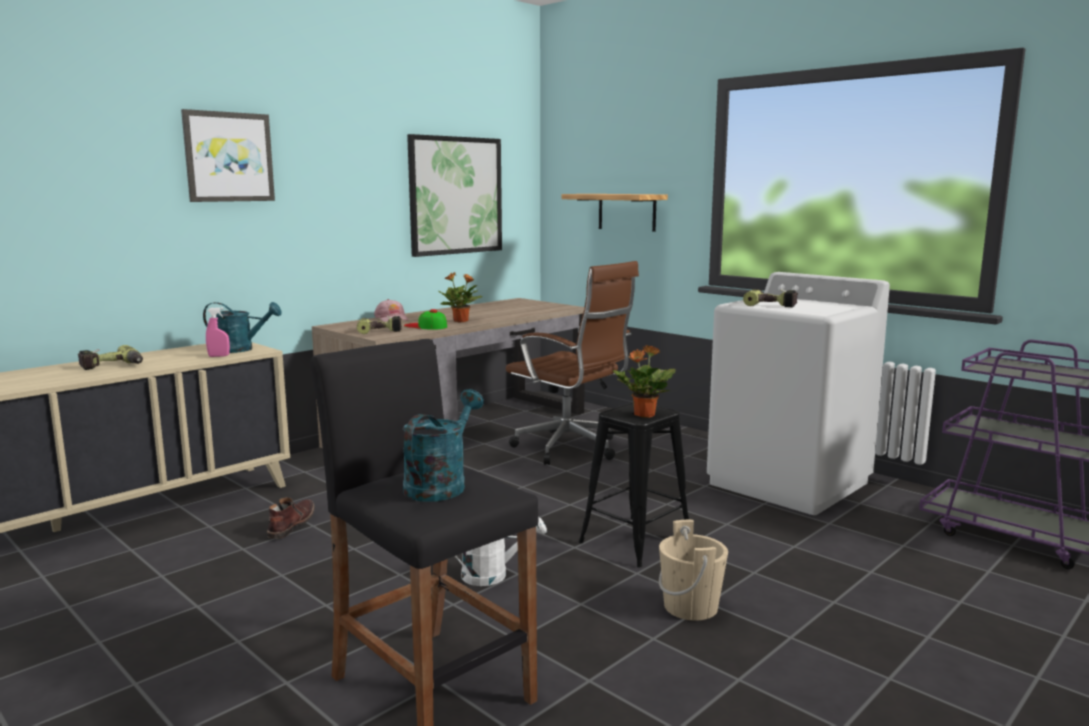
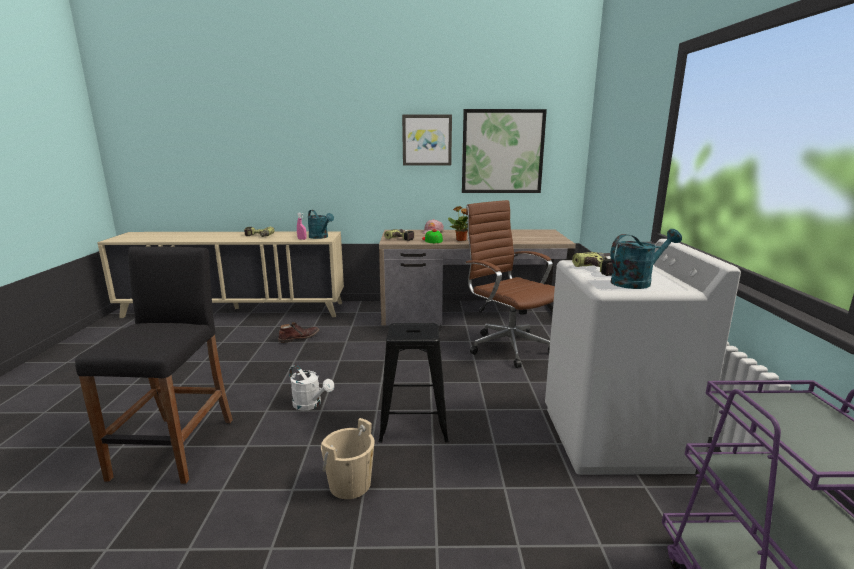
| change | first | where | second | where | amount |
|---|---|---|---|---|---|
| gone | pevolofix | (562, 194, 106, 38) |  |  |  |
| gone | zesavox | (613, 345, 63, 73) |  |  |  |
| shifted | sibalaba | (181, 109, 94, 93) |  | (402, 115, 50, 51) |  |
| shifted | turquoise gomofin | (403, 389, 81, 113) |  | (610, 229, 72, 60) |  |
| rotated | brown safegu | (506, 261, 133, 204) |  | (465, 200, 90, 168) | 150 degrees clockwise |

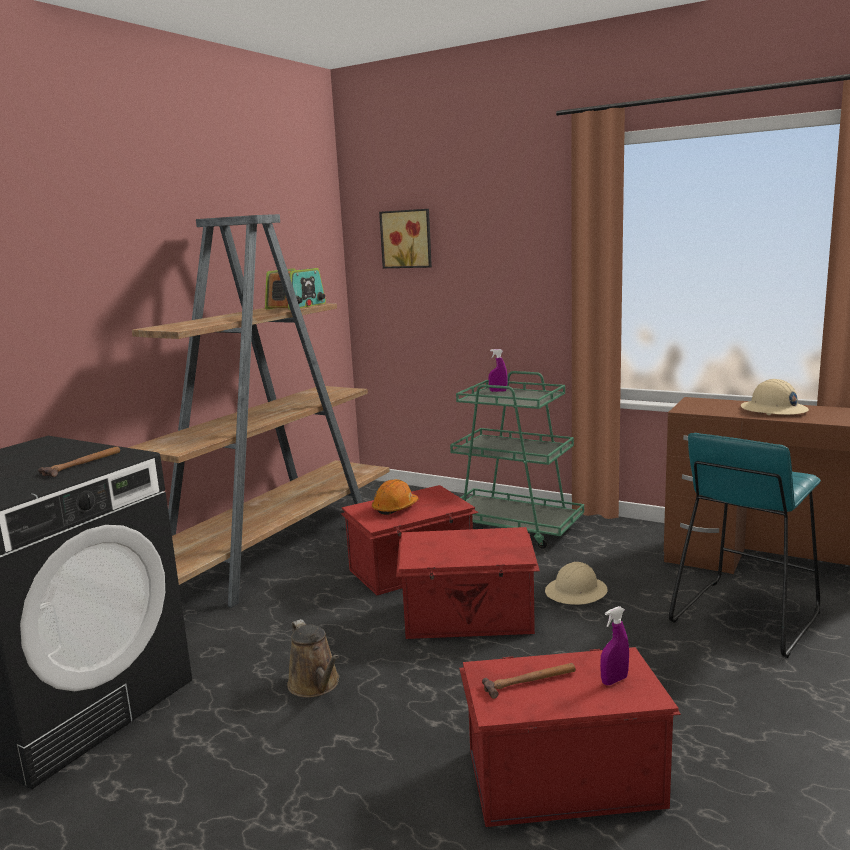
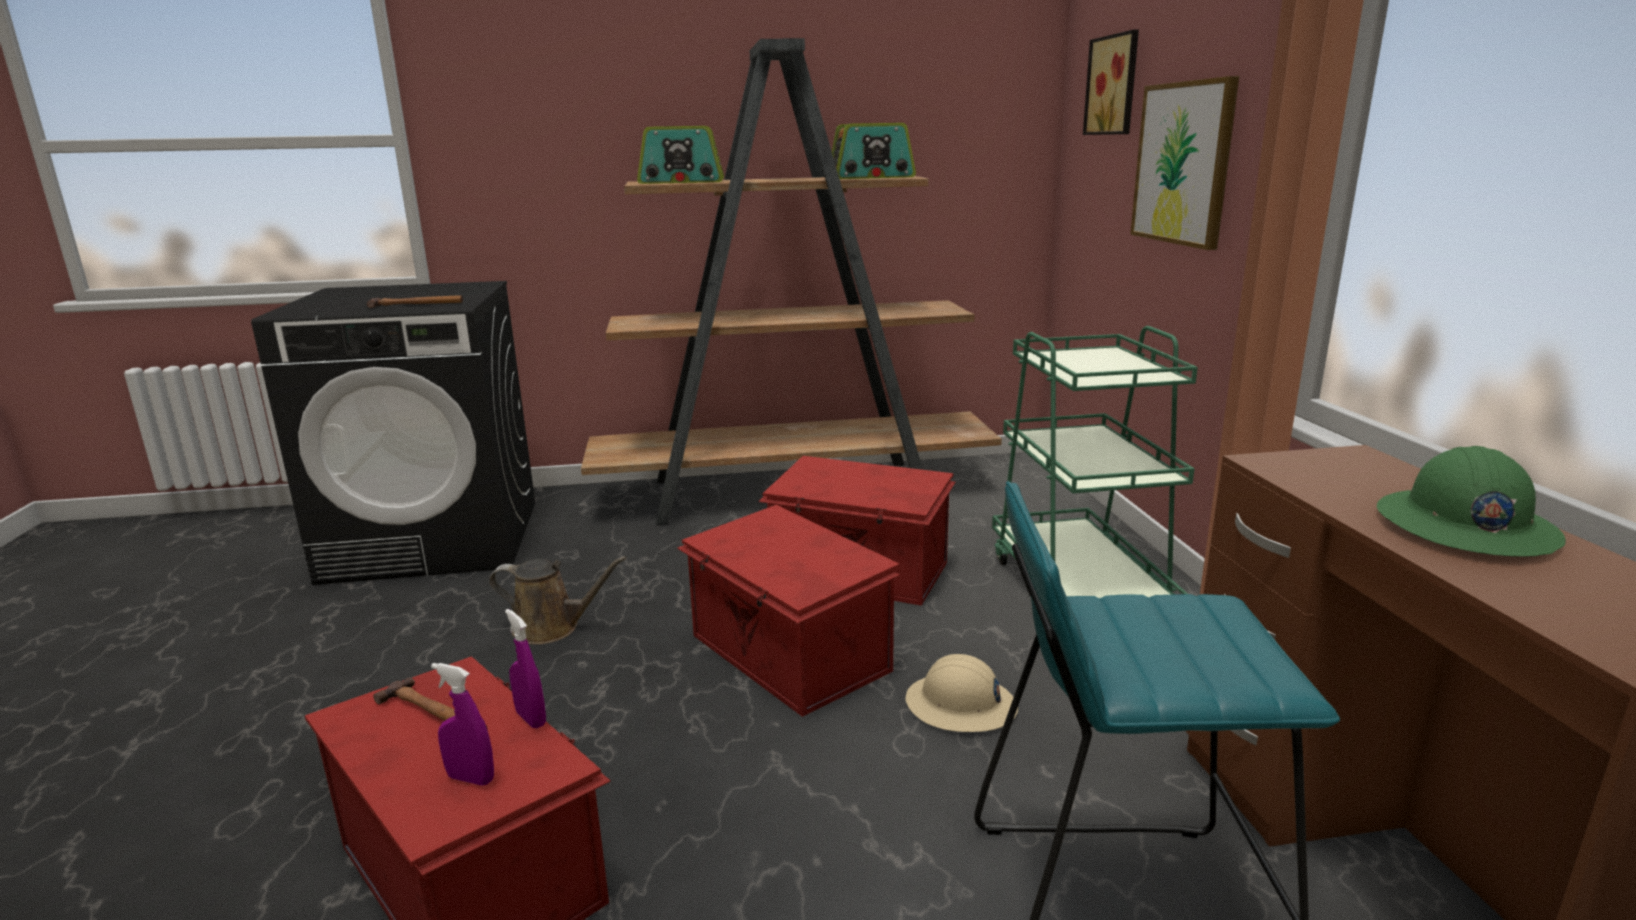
| change | first | where | second | where | amount |
|---|---|---|---|---|---|
| gone | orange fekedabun | (372, 479, 47, 36) |  |  |  |
| new |  |  | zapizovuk | (637, 126, 87, 58) |  |
| new |  |  | sibalaba | (1130, 76, 109, 174) |  |
| shifted | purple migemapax | (488, 349, 20, 43) |  | (505, 609, 41, 119) |  |
| repainted | beige fekedabun | (741, 379, 68, 36) | green fekedabun | (1377, 446, 189, 111) |  |
| rotated | brown gomofin | (287, 619, 52, 79) |  | (489, 556, 138, 89) | 105 degrees counterclockwise |

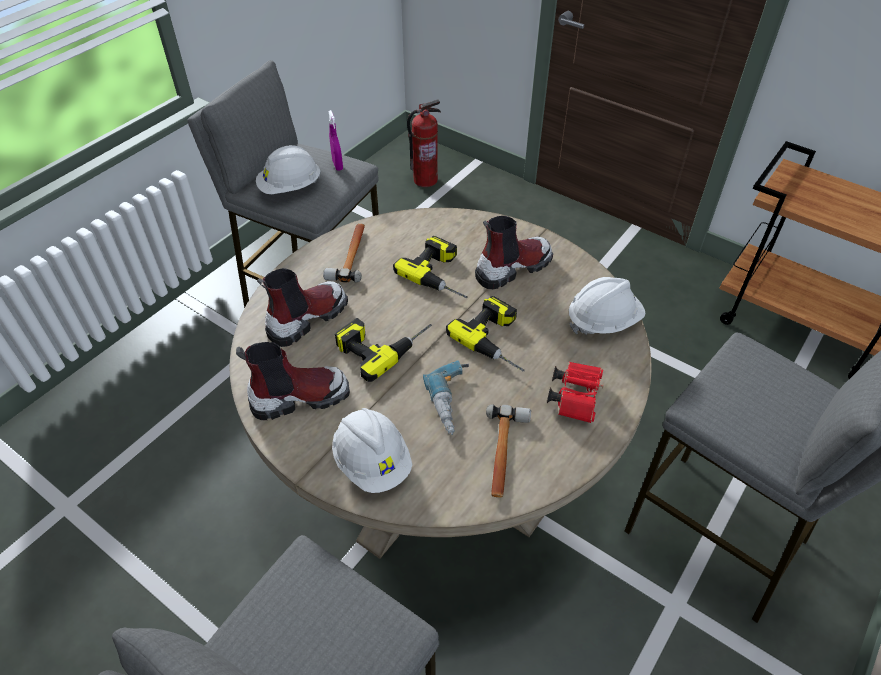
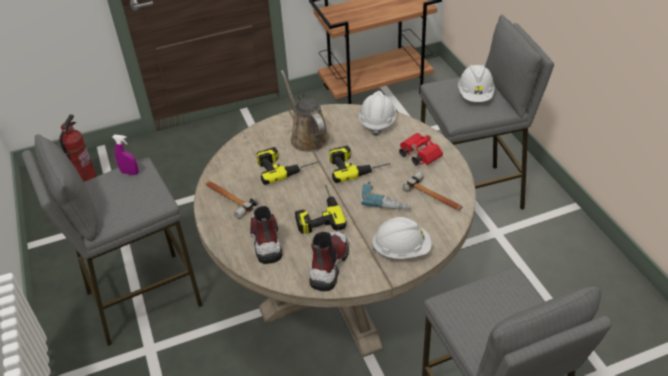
| change | first | where | second | where | amount |
|---|---|---|---|---|---|
| shifted | white fekedabun | (256, 145, 65, 49) |  | (458, 65, 37, 37) |  |
| swapped | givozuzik | (475, 216, 78, 73) | brown gomofin | (281, 70, 48, 82) |  |

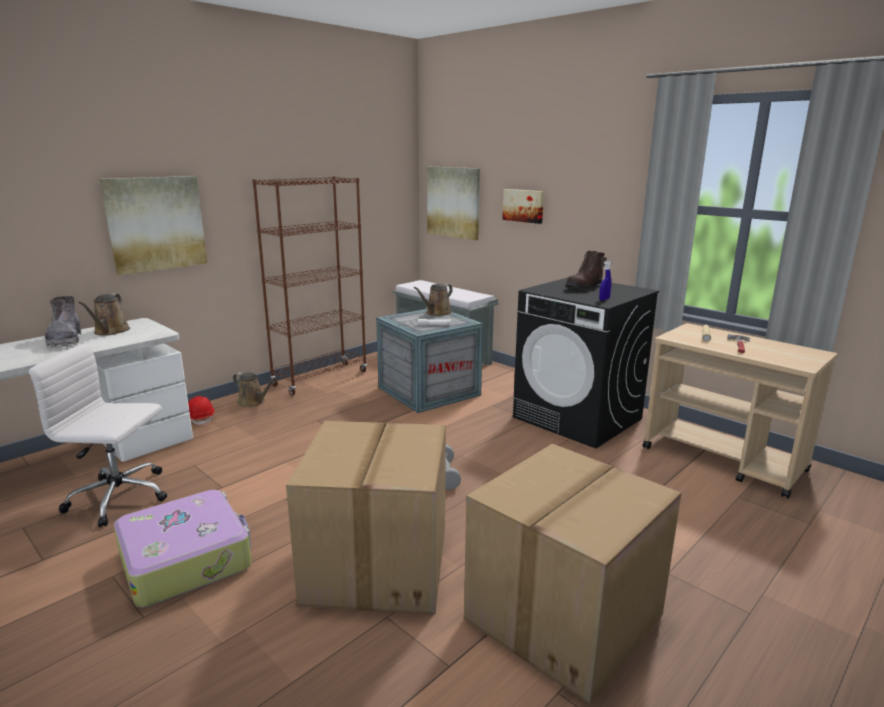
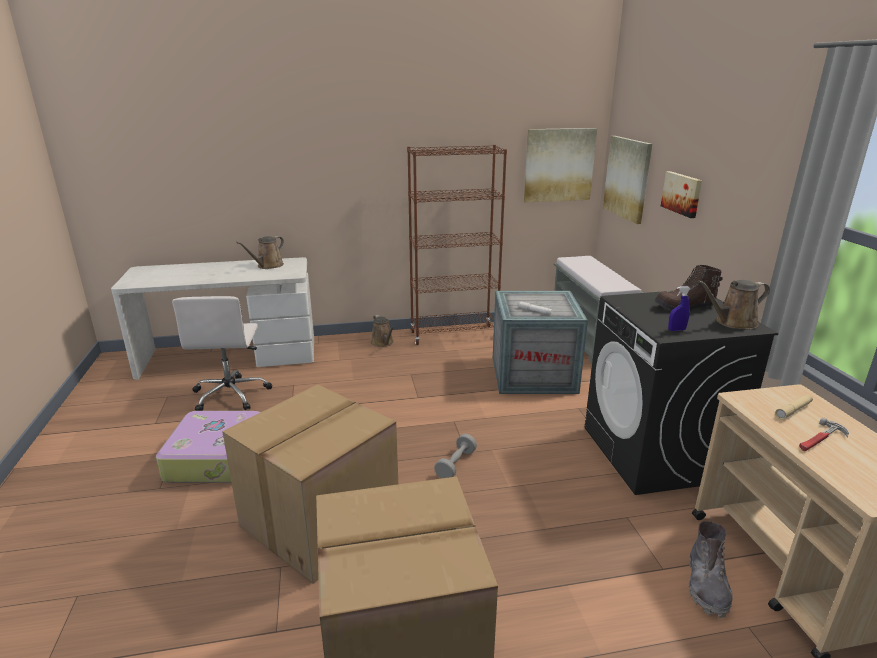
| change | first | where | second | where | amount |
|---|---|---|---|---|---|
| gone | red fekedabun | (188, 396, 27, 29) |  |  |  |
| shifted | grey givozuzik | (44, 296, 37, 51) |  | (689, 521, 44, 97) |  |
| shifted | sibalaba | (100, 176, 107, 99) |  | (524, 128, 73, 74) |  |
| shifted | brown gomofin | (413, 284, 40, 32) |  | (698, 280, 72, 49) |  |
| rotated | white safegu | (29, 343, 138, 184) |  | (172, 296, 100, 115) | 135 degrees counterclockwise |

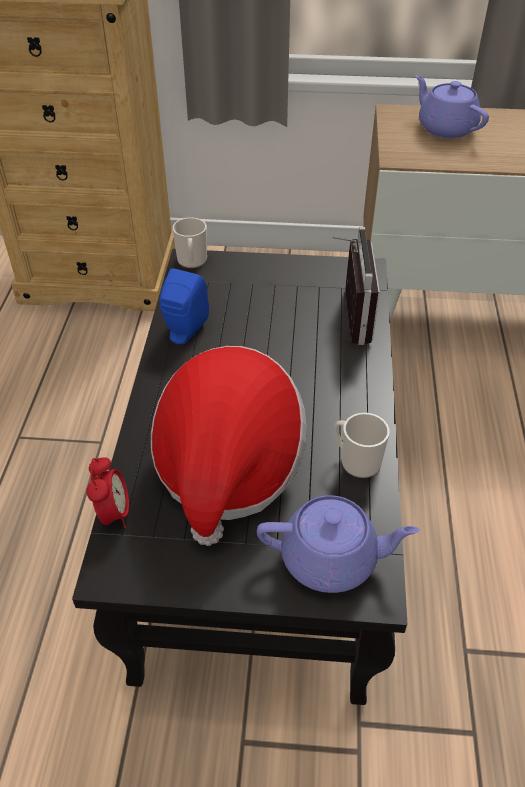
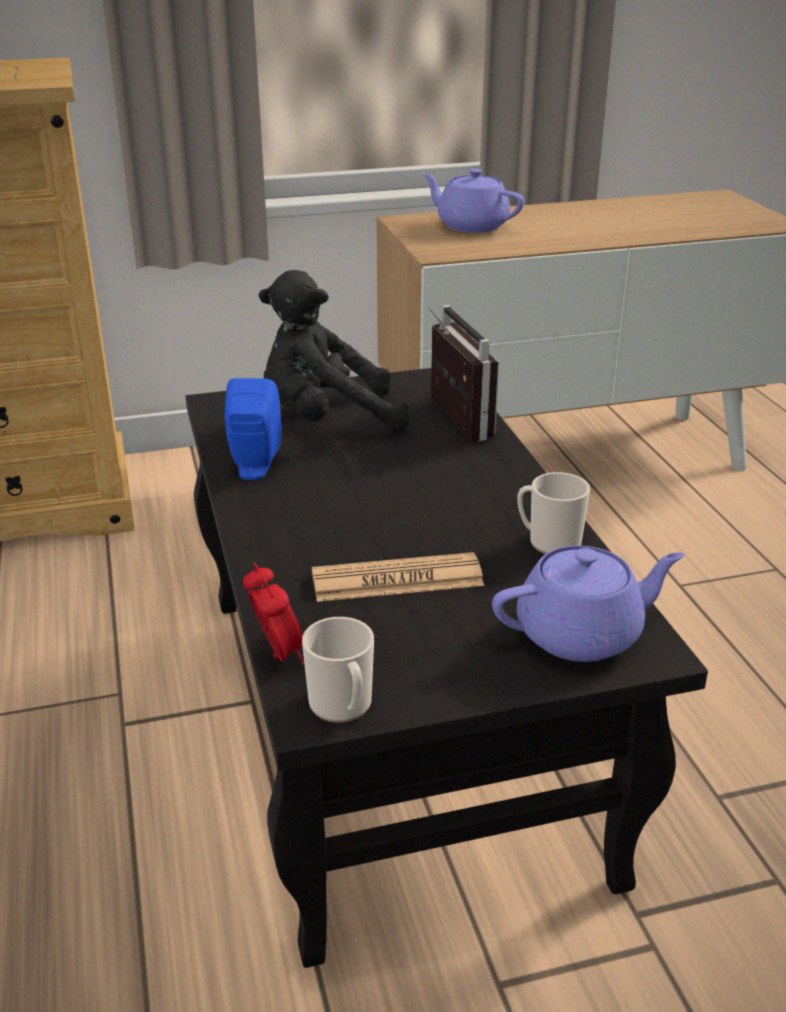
| change | first | where | second | where | amount |
|---|---|---|---|---|---|
| new |  |  | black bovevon | (259, 270, 150, 162) |  |
| shifted | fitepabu | (172, 217, 35, 51) |  | (302, 617, 72, 106) |  |
| swapped | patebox | (151, 346, 156, 200) | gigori | (312, 552, 172, 50) |  |

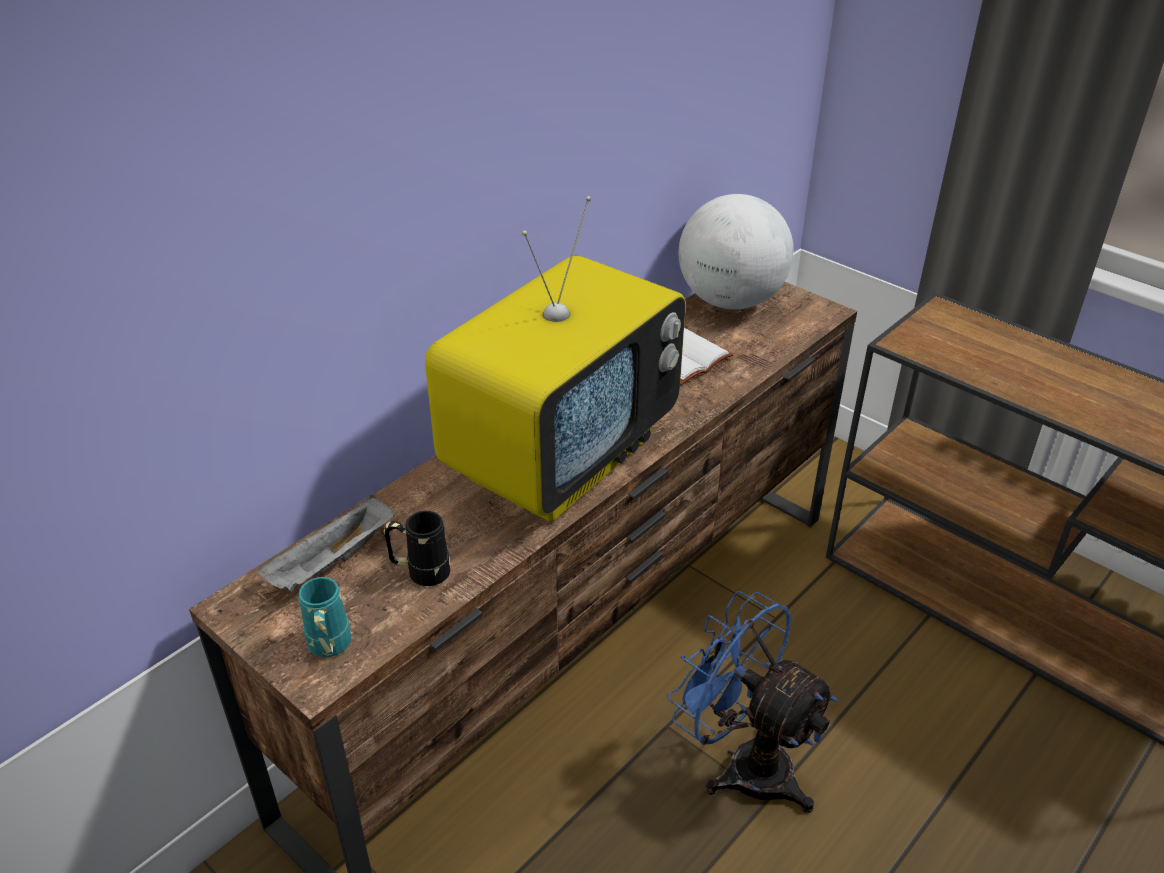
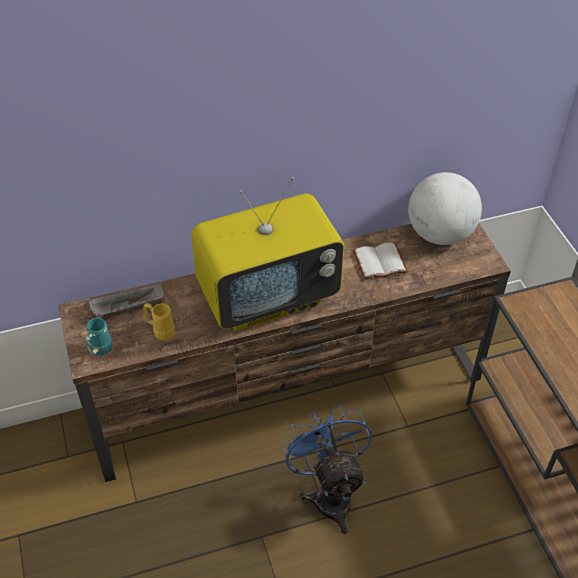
| change | first | where | second | where | amount |
|---|---|---|---|---|---|
| repainted | black fitepabu | (384, 511, 66, 75) | yellow fitepabu | (143, 303, 32, 37) |  |

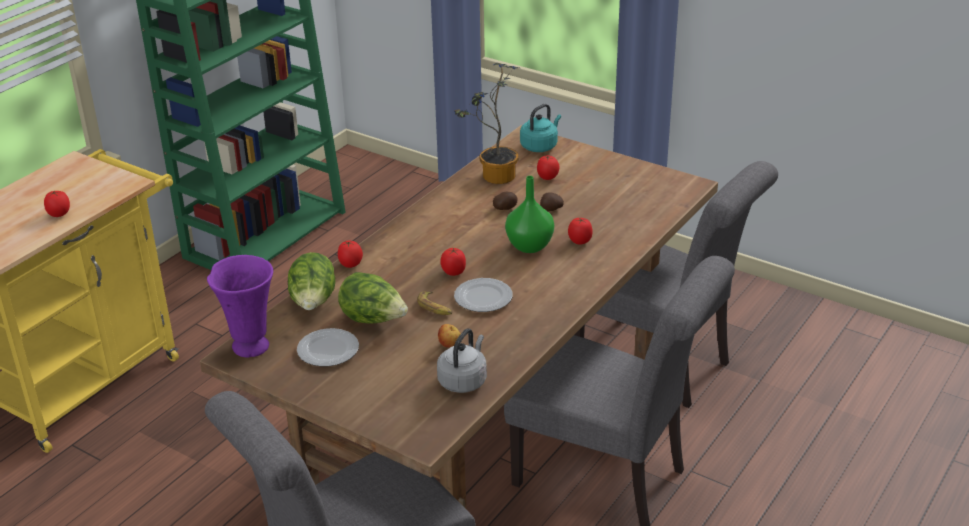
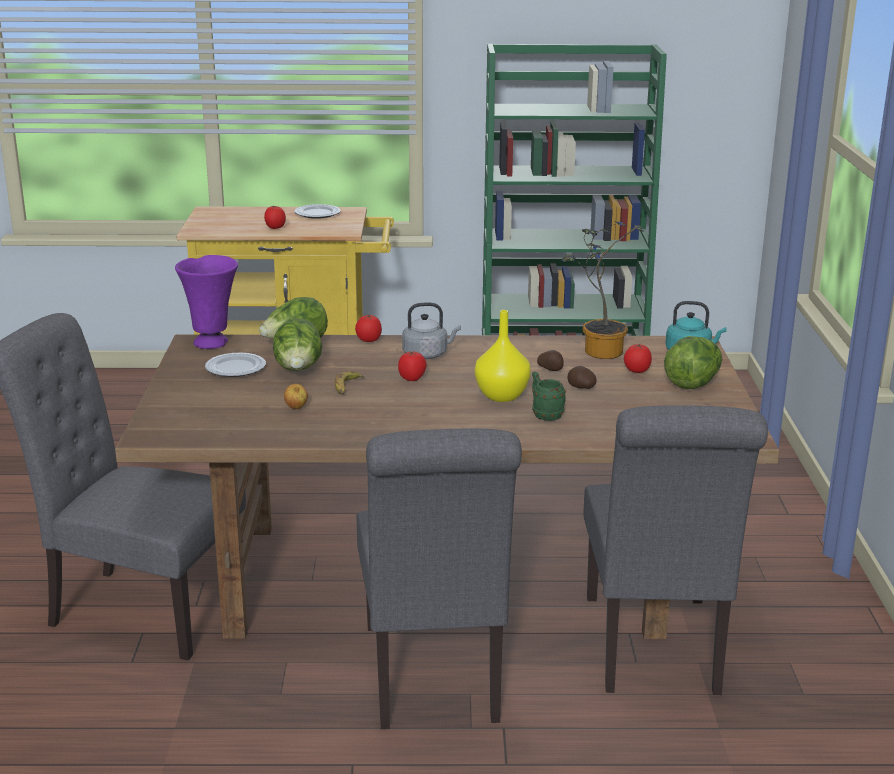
| change | first | where | second | where | amount |
|---|---|---|---|---|---|
| new |  |  | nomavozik | (664, 336, 58, 53) |  |
| shifted | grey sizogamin | (437, 328, 50, 65) |  | (402, 303, 59, 56) |  |
| shifted | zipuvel | (454, 278, 59, 34) |  | (294, 204, 47, 15) |  |
| swapped | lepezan | (568, 218, 25, 26) | green fitepabu | (532, 371, 34, 50) |  |
| repainted | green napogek | (505, 176, 49, 77) | yellow napogek | (475, 310, 56, 92) |  |

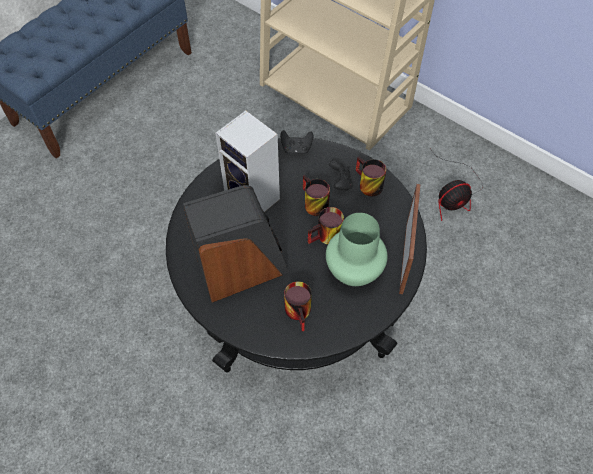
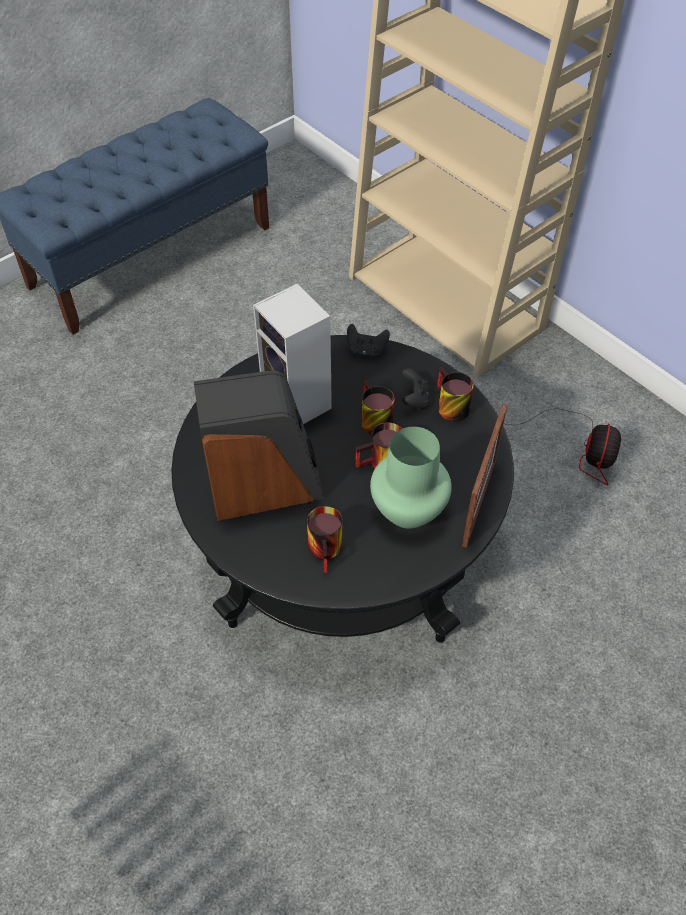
| change | first | where | second | where | amount |
|---|---|---|---|---|---|
| rotated | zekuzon | (431, 150, 52, 71) |  | (506, 408, 115, 77) | 60 degrees counterclockwise |

